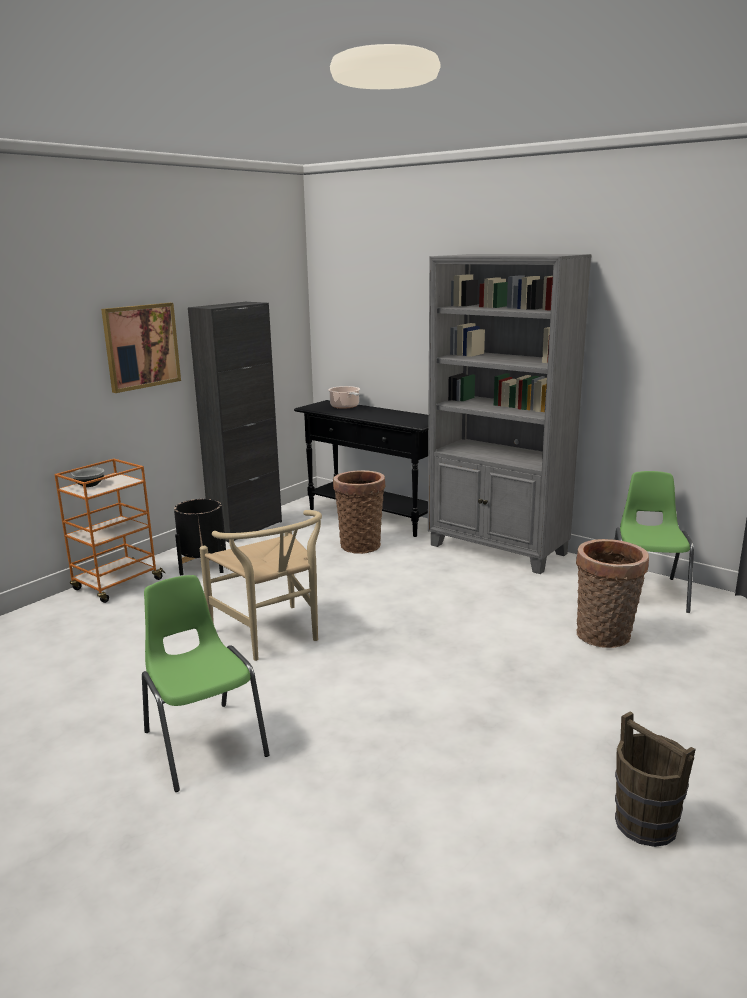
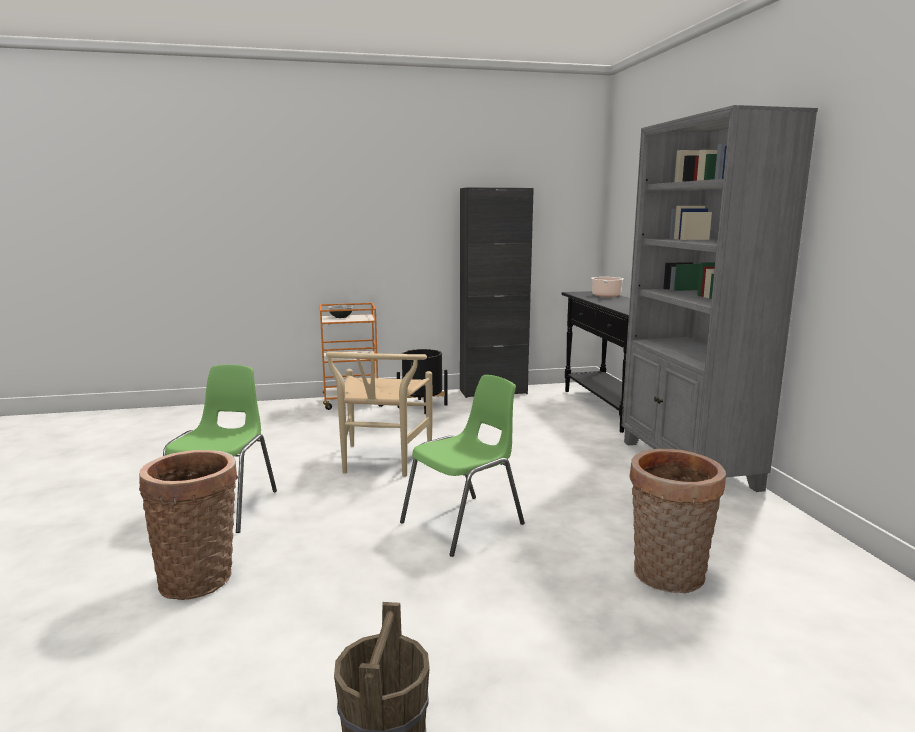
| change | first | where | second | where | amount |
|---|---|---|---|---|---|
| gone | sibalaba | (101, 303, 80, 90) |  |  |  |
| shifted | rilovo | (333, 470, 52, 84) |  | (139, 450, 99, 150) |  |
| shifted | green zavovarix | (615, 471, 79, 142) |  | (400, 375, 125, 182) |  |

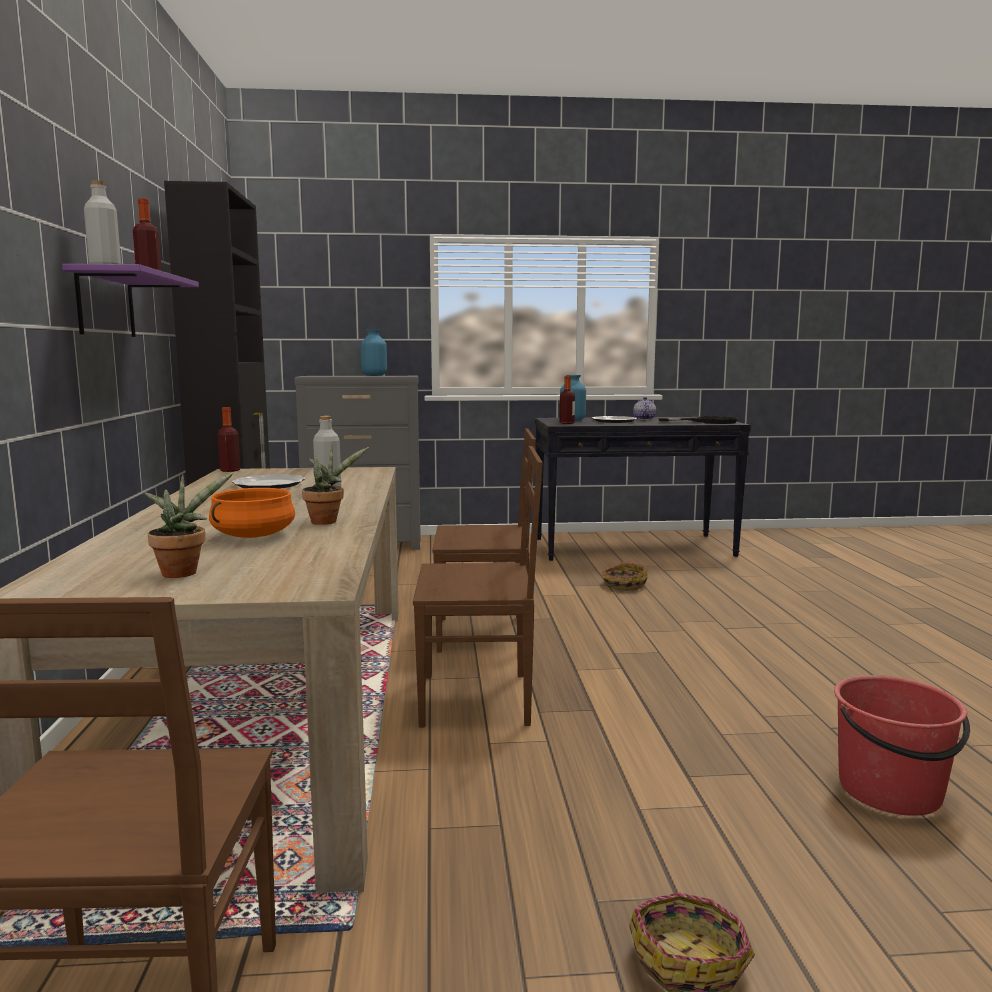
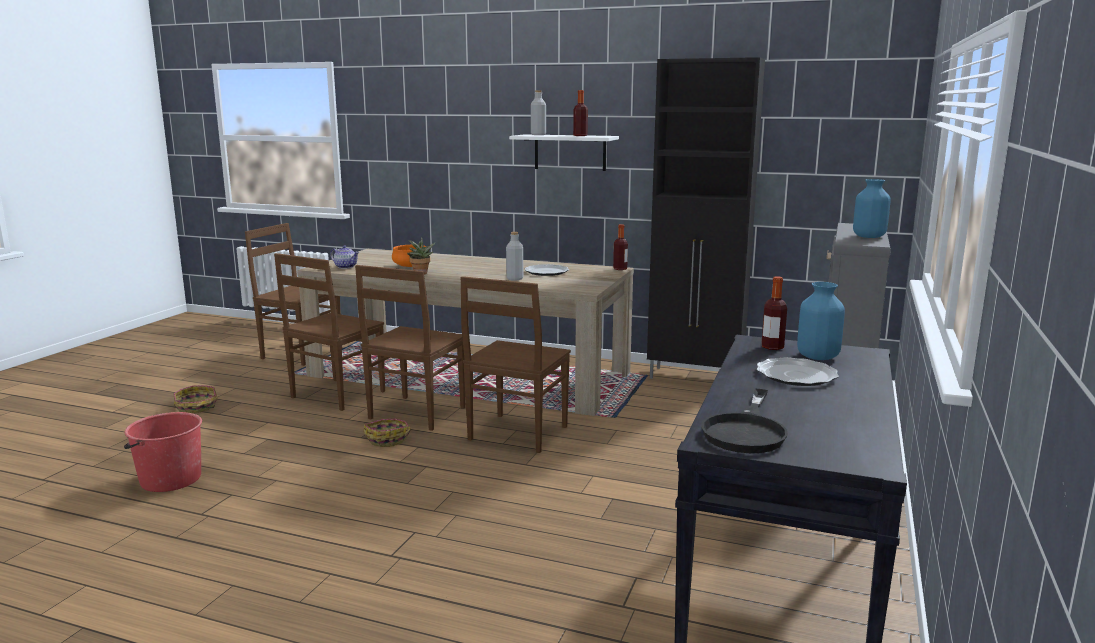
| change | first | where | second | where | amount |
|---|---|---|---|---|---|
| gone | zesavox | (144, 472, 90, 106) |  |  |  |
| new |  |  | brown zavovarix | (274, 253, 111, 158) |  |
| shifted | rilovo | (602, 562, 46, 29) |  | (363, 419, 48, 28) |  |
| shifted | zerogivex | (633, 397, 23, 23) |  | (330, 245, 29, 24) |  |
| repainted | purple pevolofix | (62, 264, 137, 73) | white pevolofix | (509, 134, 110, 37) |  |

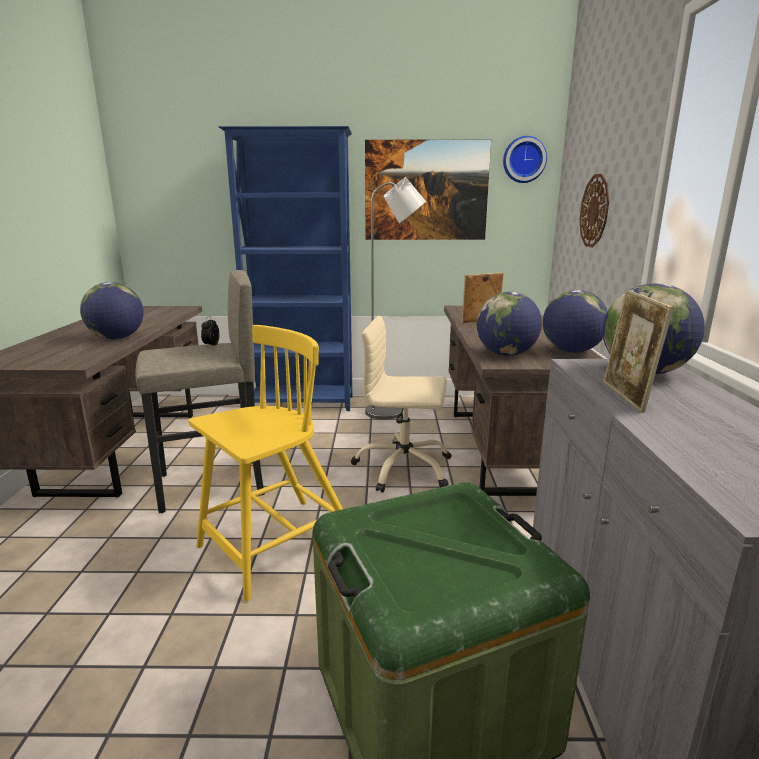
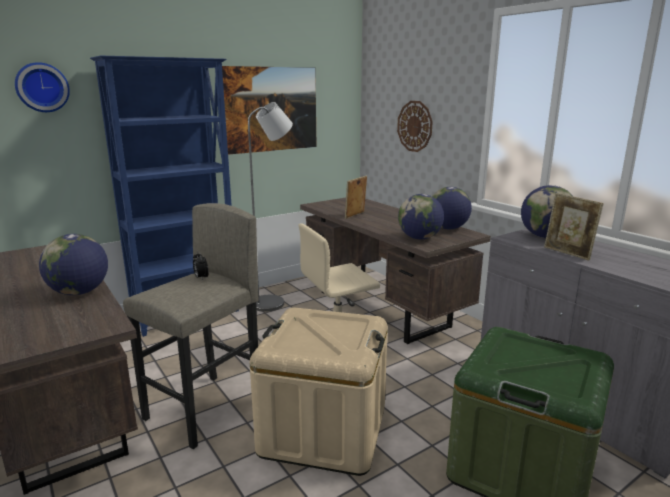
| change | first | where | second | where | amount |
|---|---|---|---|---|---|
| shifted | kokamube | (503, 136, 44, 47) |  | (15, 62, 55, 50) |  |
| swapped | yellow zavovarix | (188, 325, 155, 276) | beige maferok | (250, 307, 138, 169) |  |

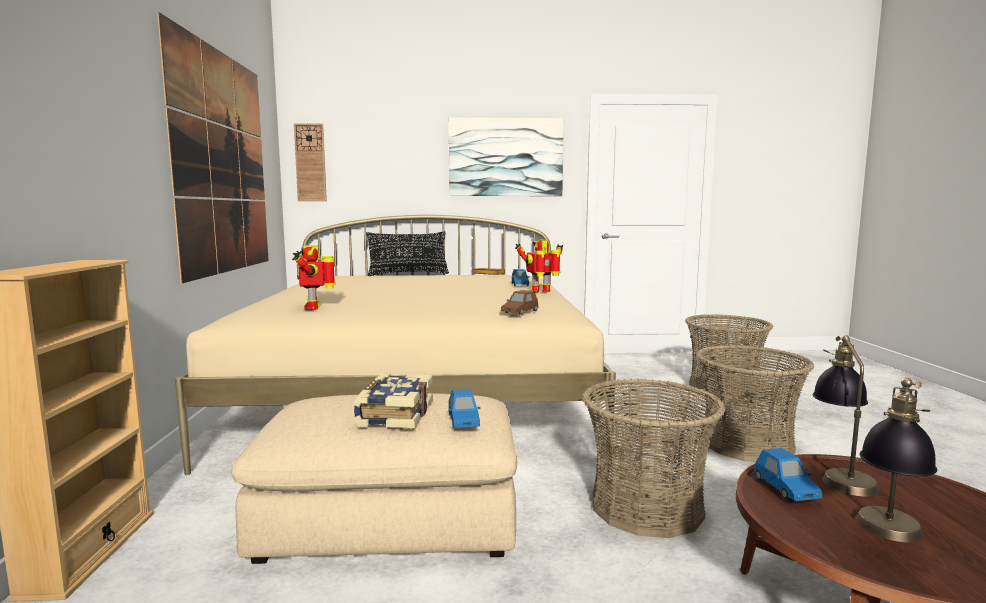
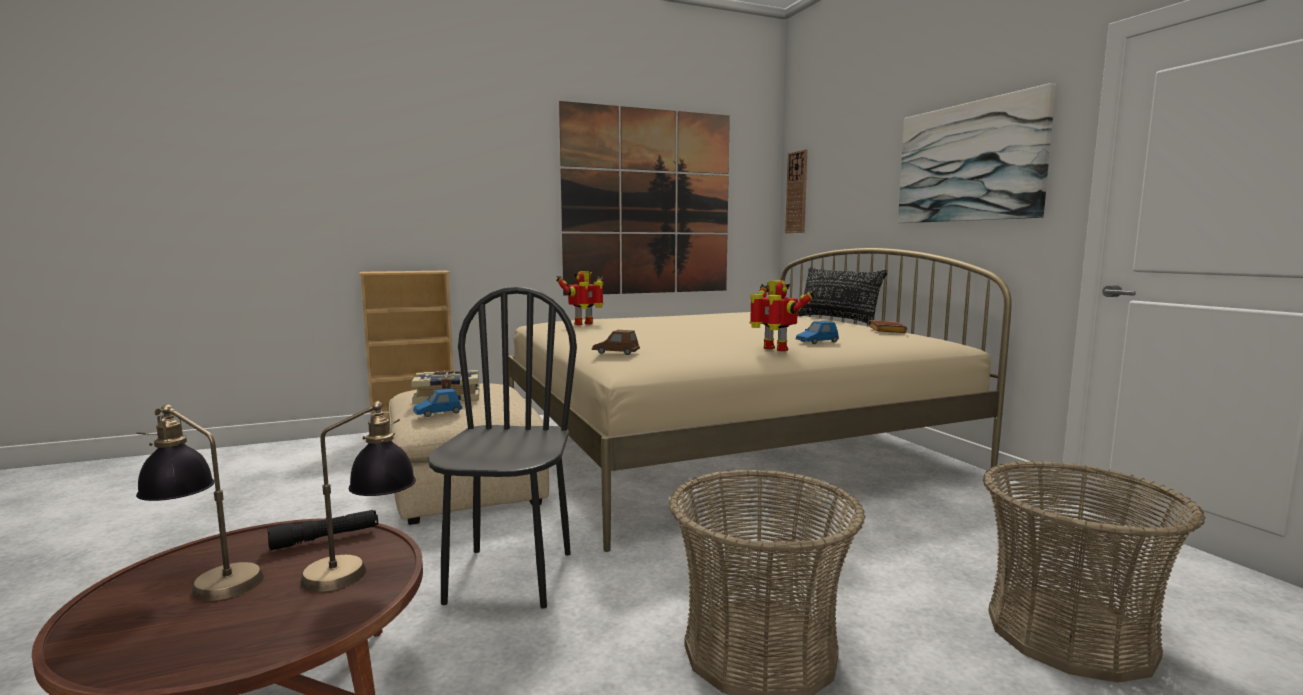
| change | first | where | second | where | amount |
|---|---|---|---|---|---|
| swapped | rilovo | (582, 379, 143, 159) | black zavovarix | (428, 286, 149, 323) |  |
| swapped | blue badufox | (754, 448, 68, 53) | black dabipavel | (267, 510, 111, 40) |  |

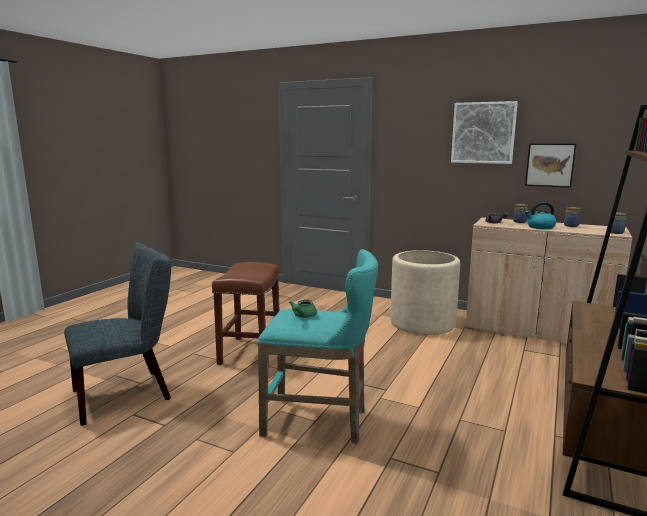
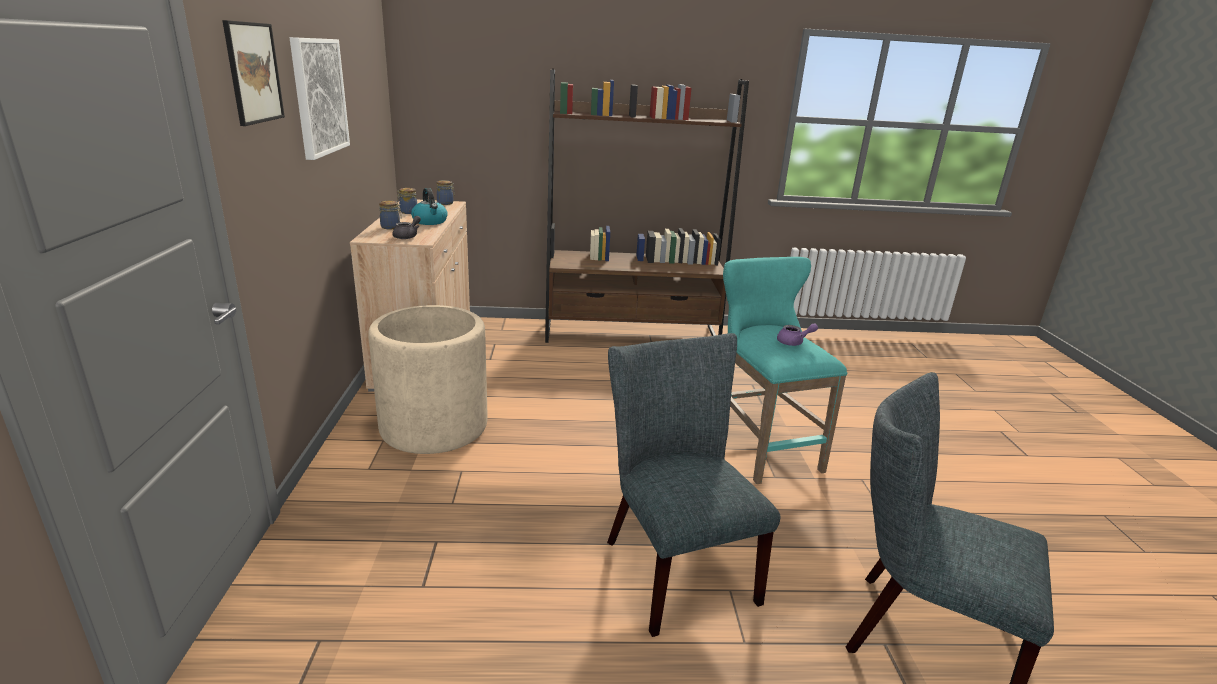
| change | first | where | second | where | amount |
|---|---|---|---|---|---|
| shifted | sibalaba | (525, 143, 51, 45) |  | (222, 20, 63, 106) |  |
| swapped | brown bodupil | (212, 262, 68, 103) | grey zavovarix | (607, 333, 173, 304) |  |
| repainted | green zerogivex | (289, 300, 28, 18) | purple zerogivex | (777, 323, 41, 23) |  |

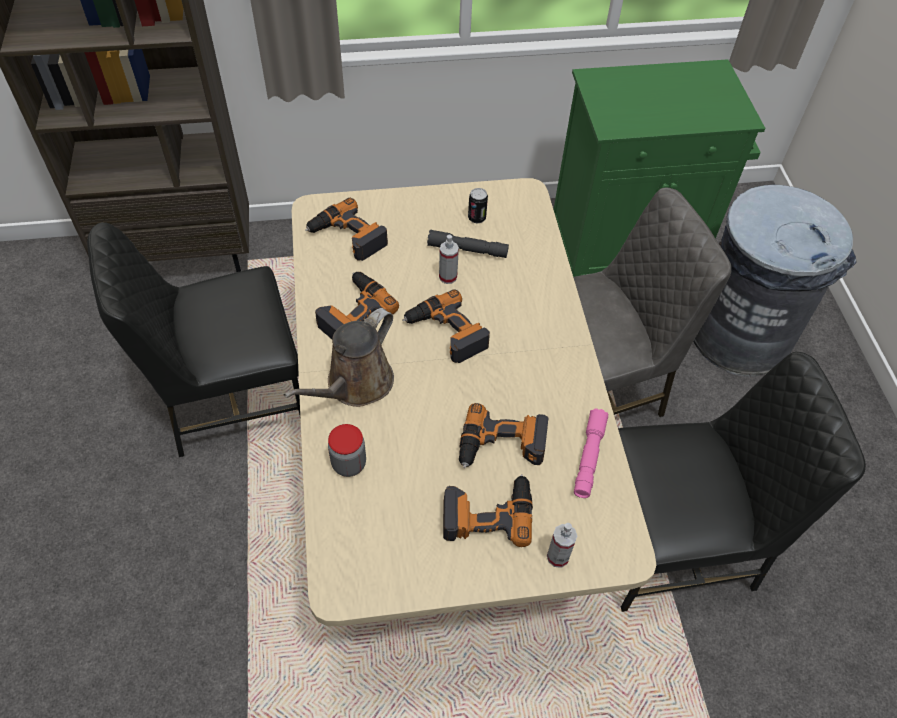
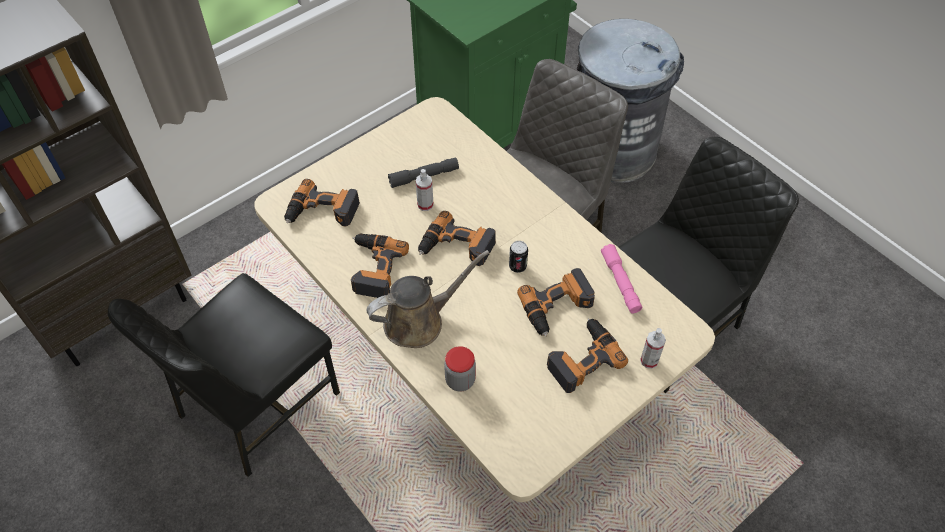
| change | first | where | second | where | amount |
|---|---|---|---|---|---|
| shifted | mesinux | (468, 188, 20, 36) |  | (509, 241, 19, 32) |  |
| rotated | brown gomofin | (283, 308, 111, 99) |  | (366, 250, 123, 98) | 120 degrees counterclockwise |

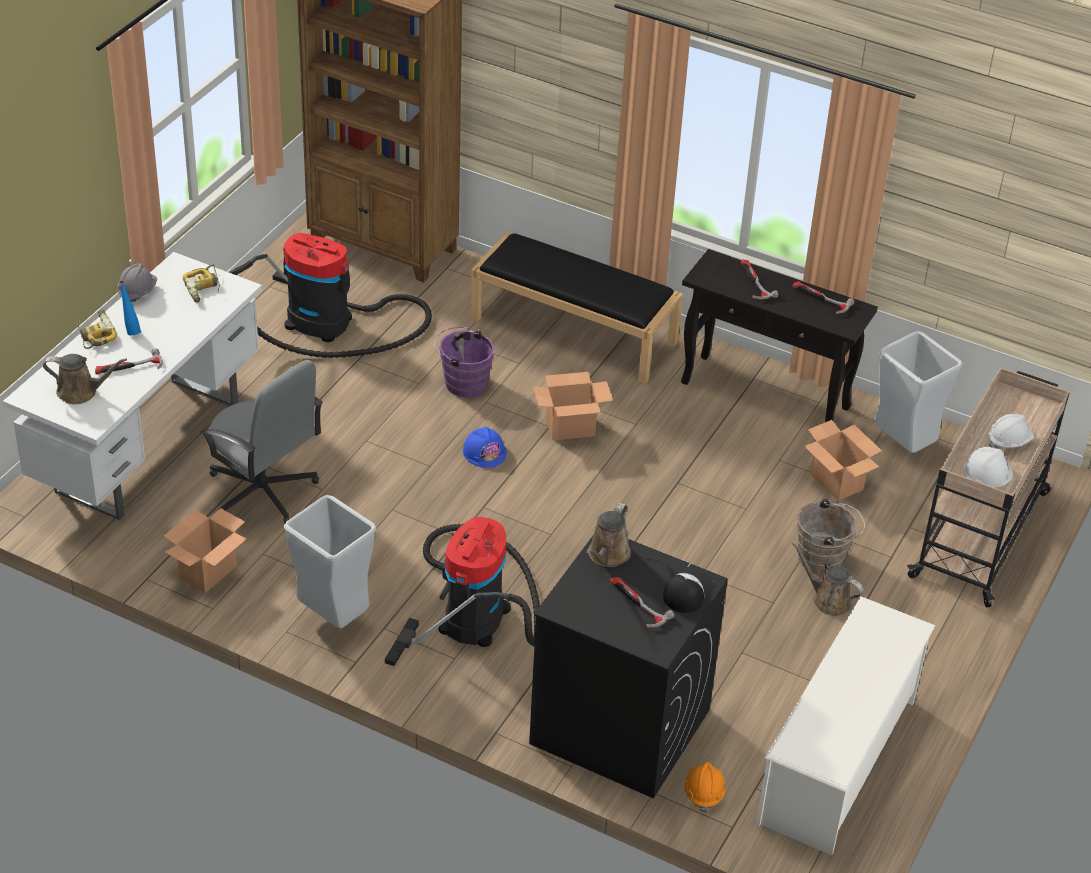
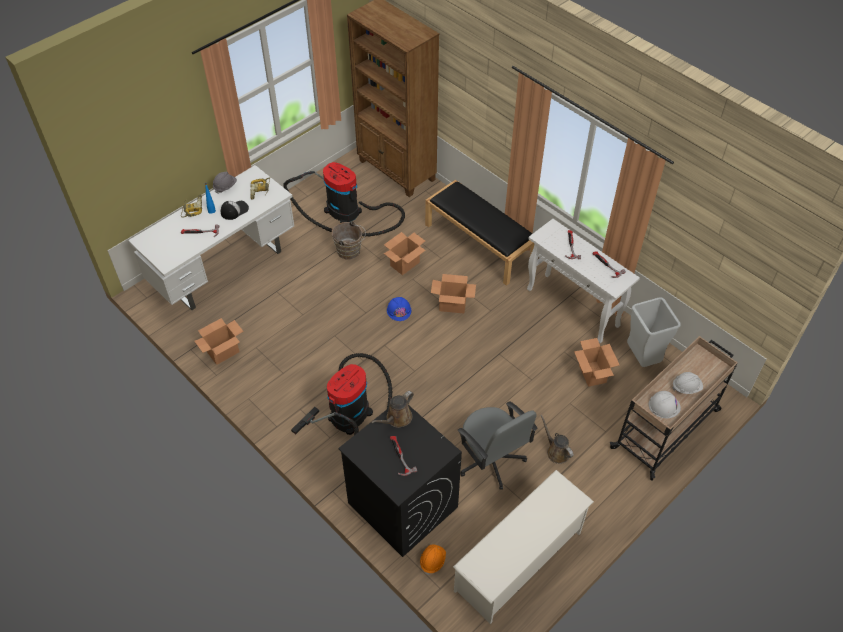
| change | first | where | second | where | amount |
|---|---|---|---|---|---|
| gone | brown gomofin | (43, 354, 84, 50) |  |  |  |
| gone | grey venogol | (284, 495, 92, 133) |  |  |  |
| shifted | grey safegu | (200, 360, 123, 163) |  | (457, 402, 81, 88) |  |
| shifted | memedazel | (663, 569, 51, 44) |  | (221, 201, 28, 19) |  |
| shifted | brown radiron | (796, 499, 69, 75) |  | (332, 221, 34, 38) |  |
| swapped | purple radiron | (434, 327, 60, 70) | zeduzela | (384, 232, 42, 43) |  |
| repainted | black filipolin | (681, 249, 197, 173) | white filipolin | (527, 219, 113, 124) |  |

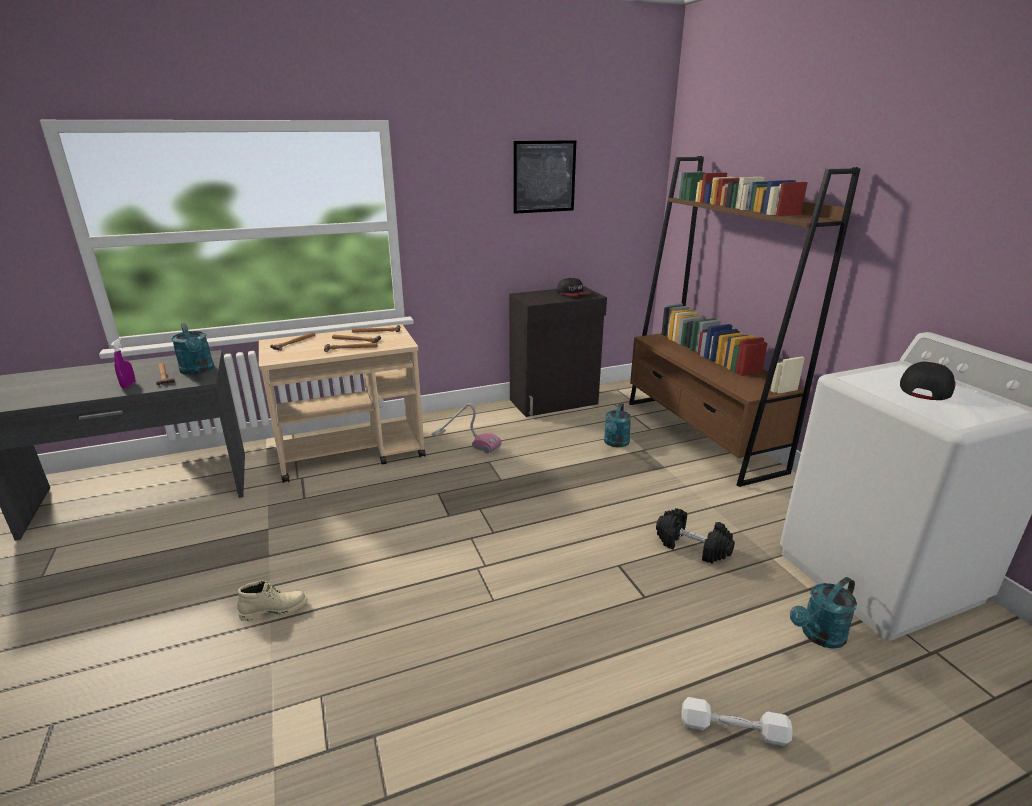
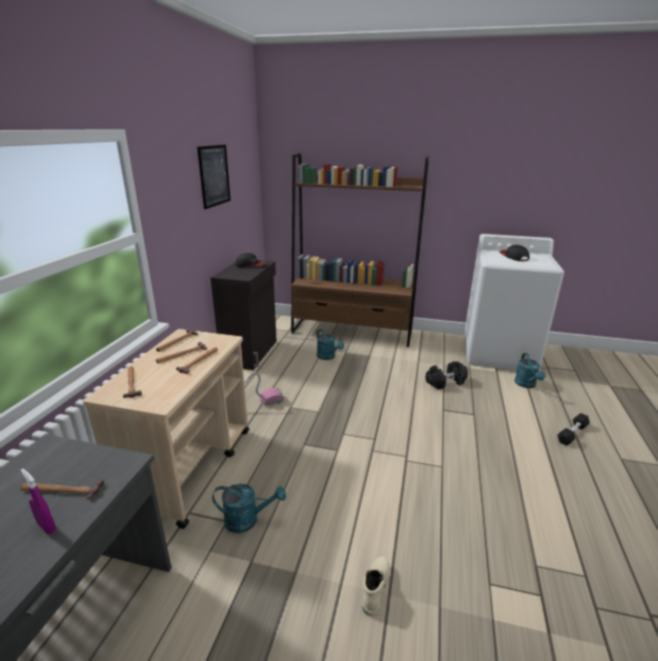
| change | first | where | second | where | amount |
|---|---|---|---|---|---|
| shifted | turquoise gomofin | (171, 323, 43, 52) |  | (212, 484, 74, 49) |  |
| repainted | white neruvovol | (682, 697, 111, 49) | black neruvovol | (557, 413, 33, 33) |  |

